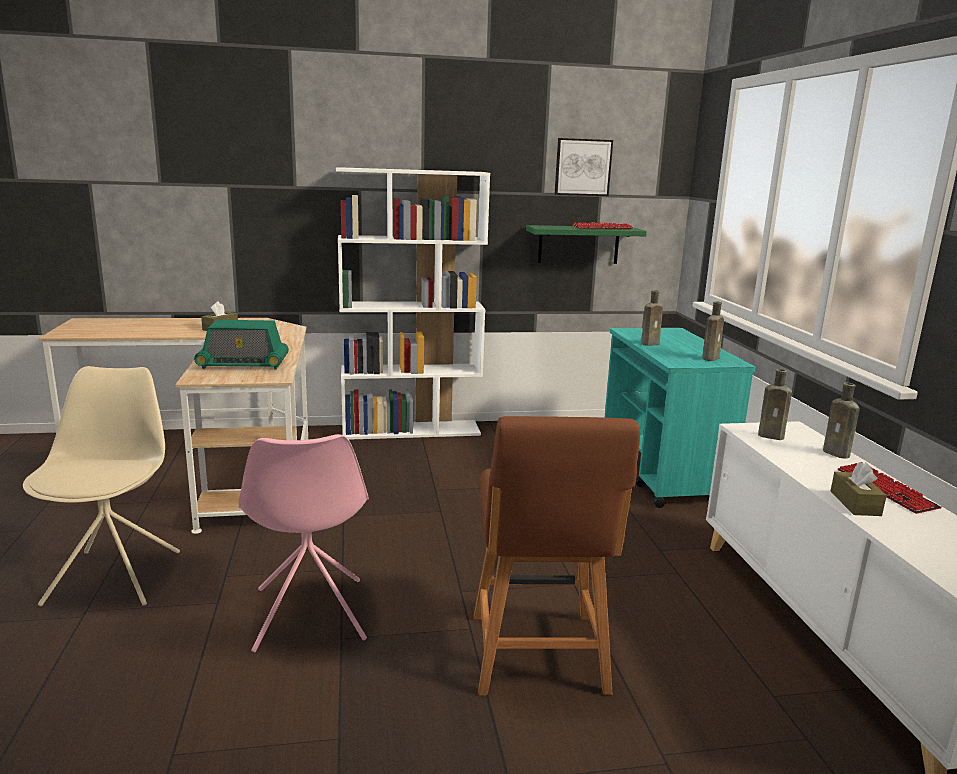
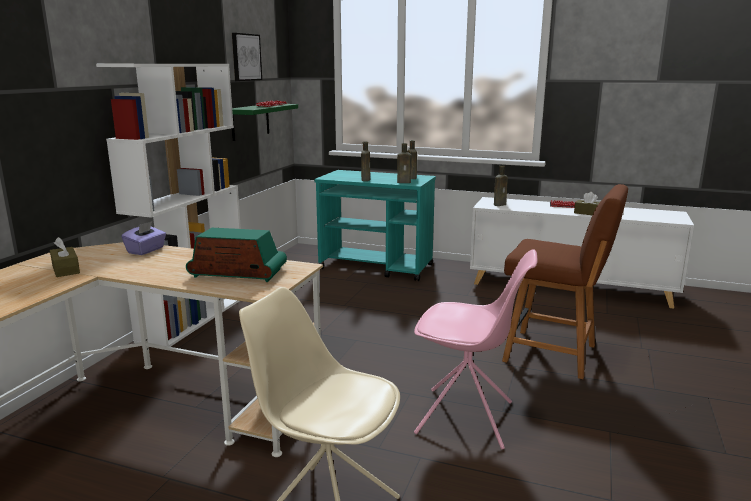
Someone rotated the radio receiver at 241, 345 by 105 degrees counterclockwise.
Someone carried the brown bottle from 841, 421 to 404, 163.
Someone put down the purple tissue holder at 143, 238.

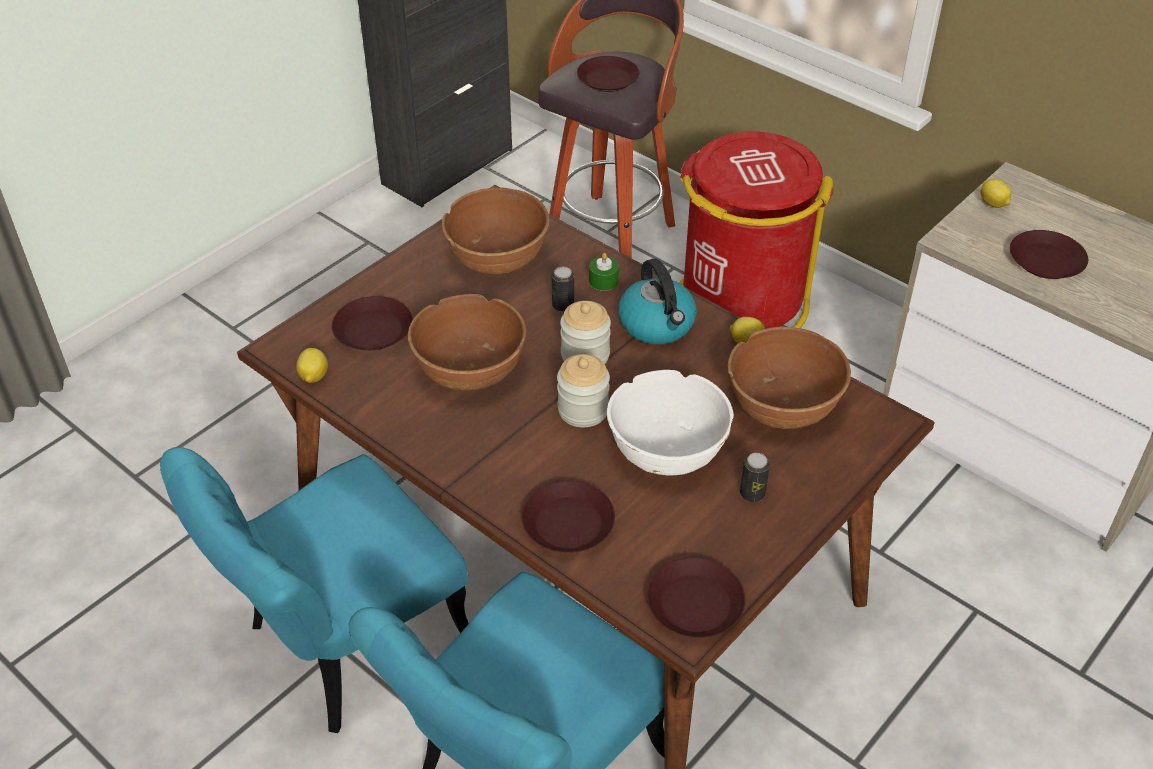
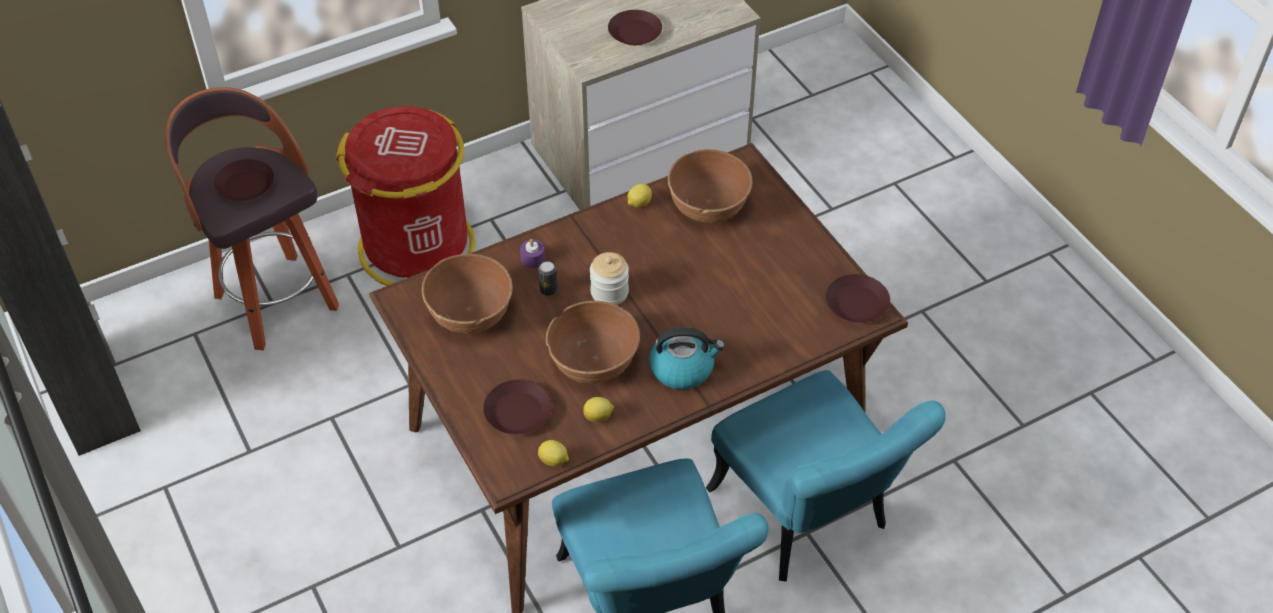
Someone carried the whole lemon from 995, 193 to 598, 409.
Someone repainted the green candle at 604, 272, which became the purple candle at 532, 253.
Someone carried the tea kettle from 657, 301 to 687, 358.
Someone took away the preserve jar at 583, 390.
Someone took away the white-coloured serving bowl at 670, 423.
Someone took away the sealed can at 755, 477.
Someone took away the brown dinner plate at 568, 517.

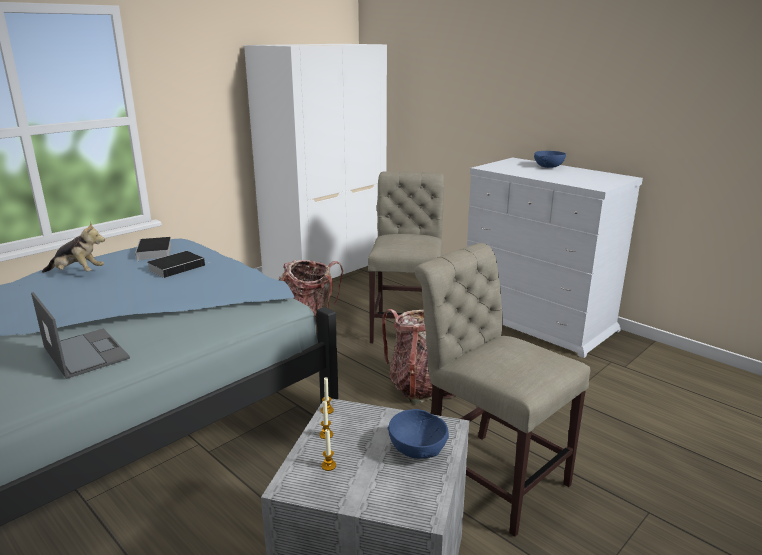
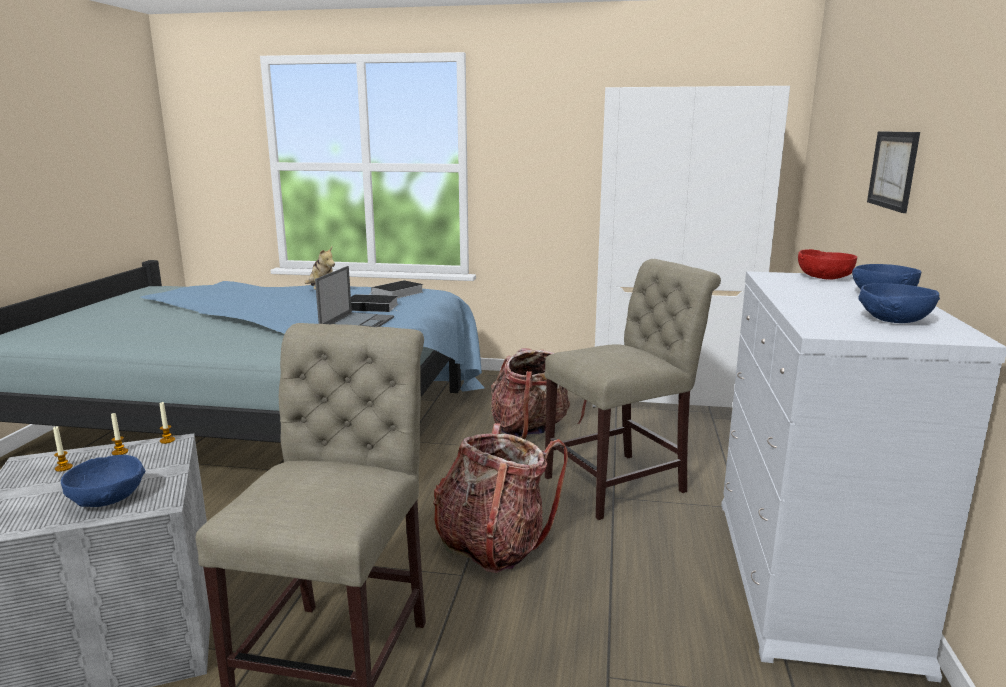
Someone carried the portable computer from 80, 335 to 354, 296.
Someone put up the wall picture at 893, 172.
Someone put down the reddish serving bowl at 827, 264.
Someone put down the blue-coloured serving bowl at 899, 303.

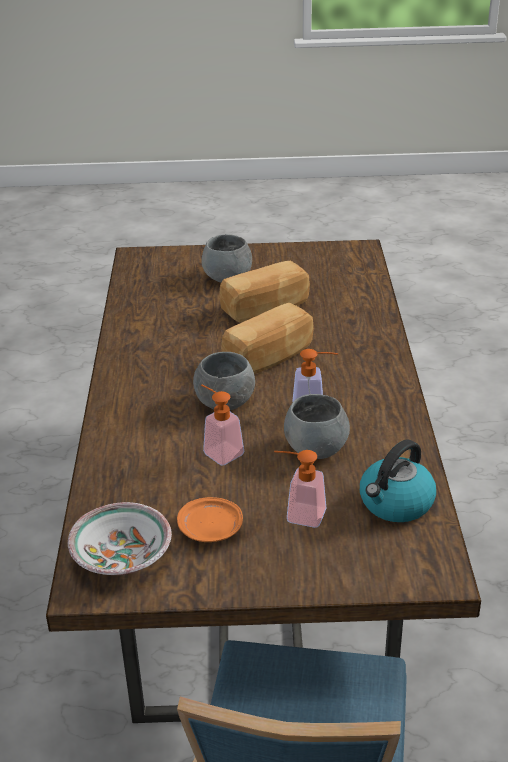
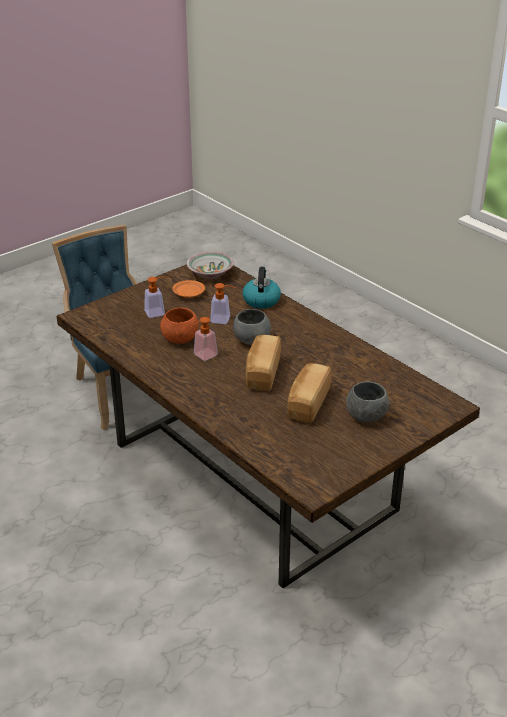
Someone repainted the greyish serving bowl at 317, 426, which became the orange-coloured serving bowl at 179, 326.
Someone carried the tea kettle from 398, 480 to 261, 288.

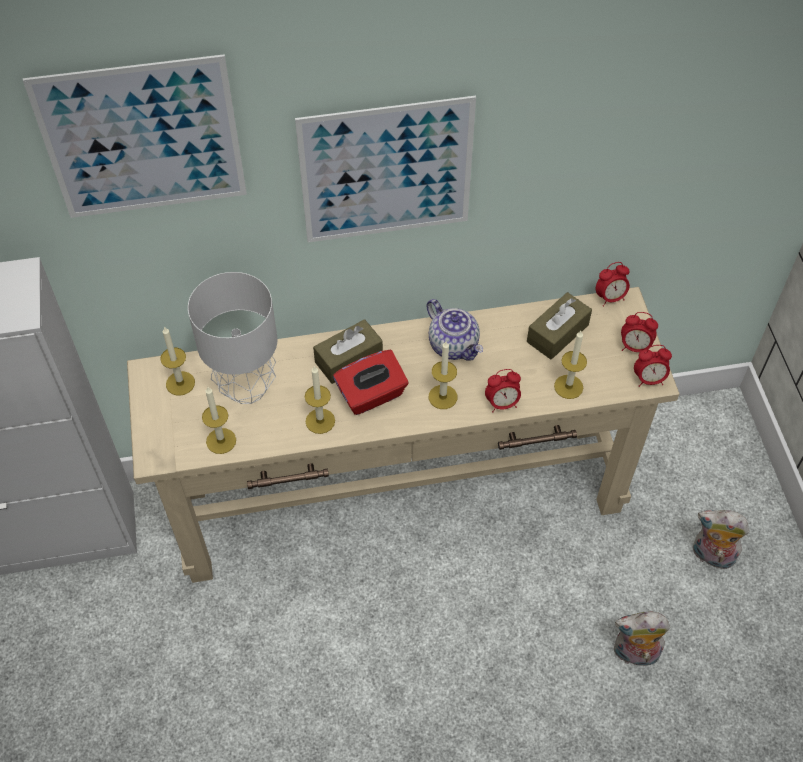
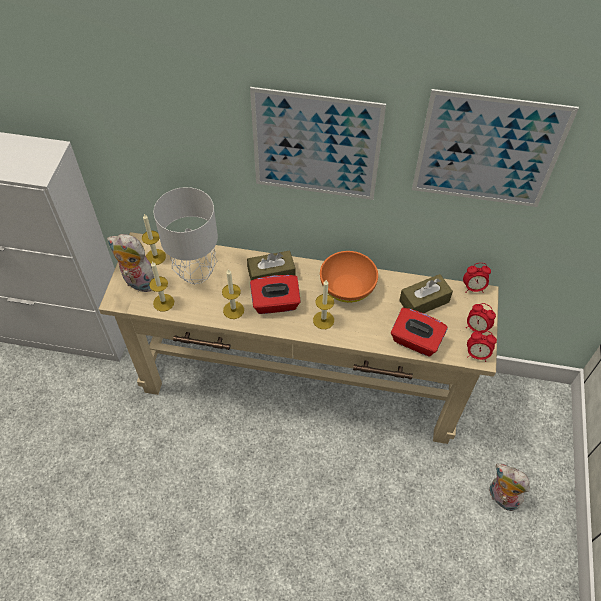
Someone carried the wall picture from 135, 136 to 495, 148.
Someone swapped the pot for tea at 455, 330 for the orange-coloured serving bowl at 349, 277.
Someone swapped the candle at 570, 365 for the reddish tissue holder at 419, 332.
Someone took away the alarm clock at 503, 391.
Someone carried the soft toy from 642, 639 to 130, 263.

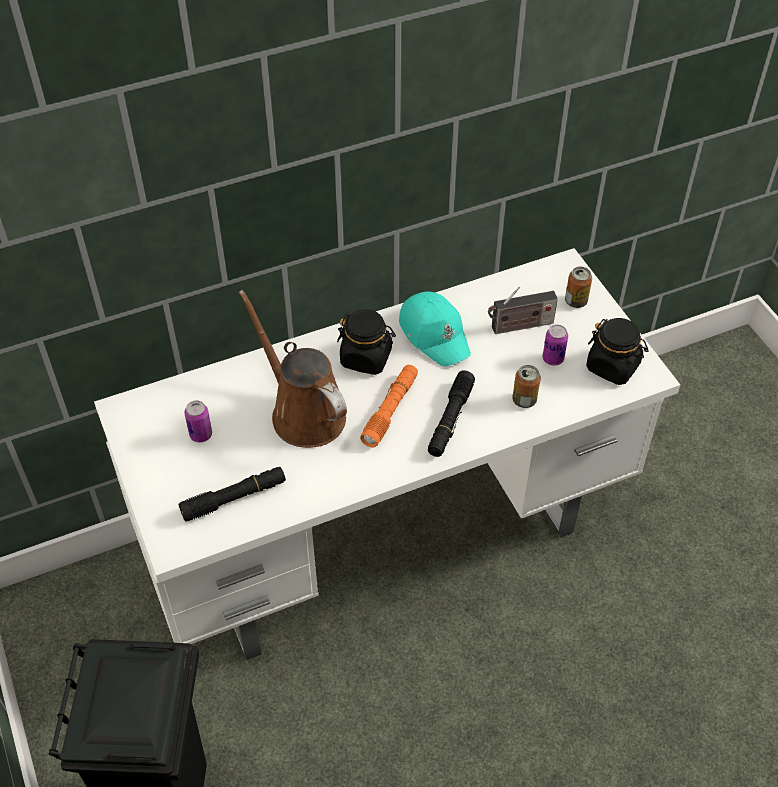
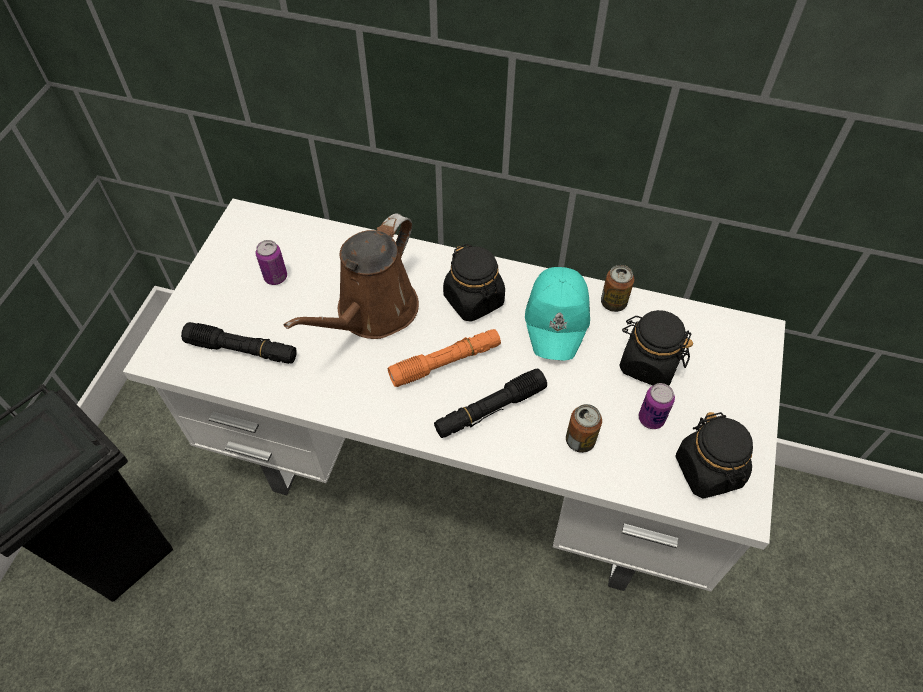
Someone carried the sealed can from 578, 287 to 617, 288.
Someone swapped the radio receiver at 523, 310 for the black-coloured preserve jar at 656, 347.
Someone rotated the brown sprinkling can at 292, 369 by 150 degrees counterclockwise.

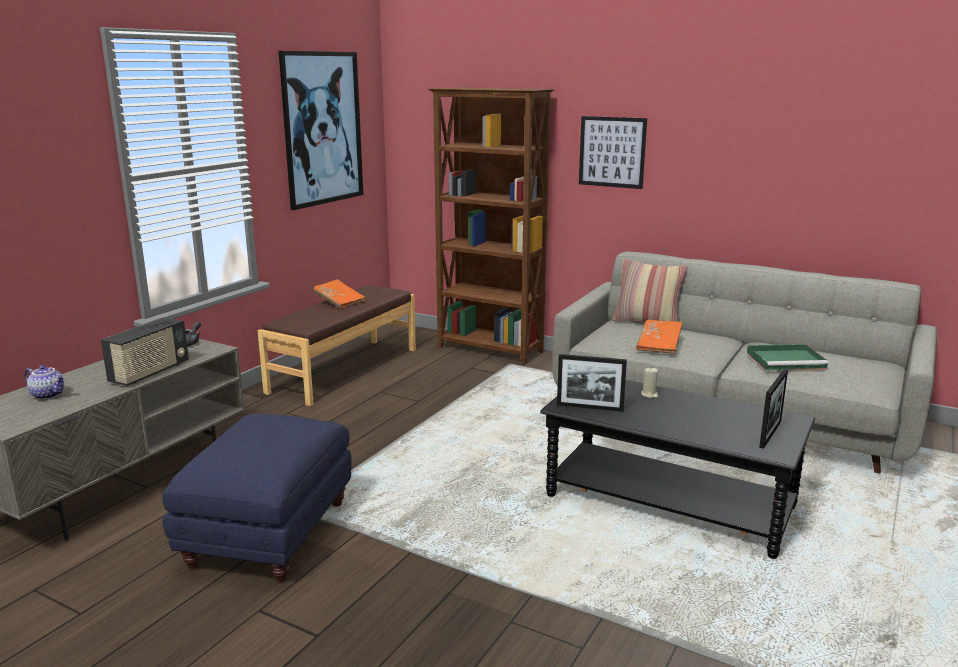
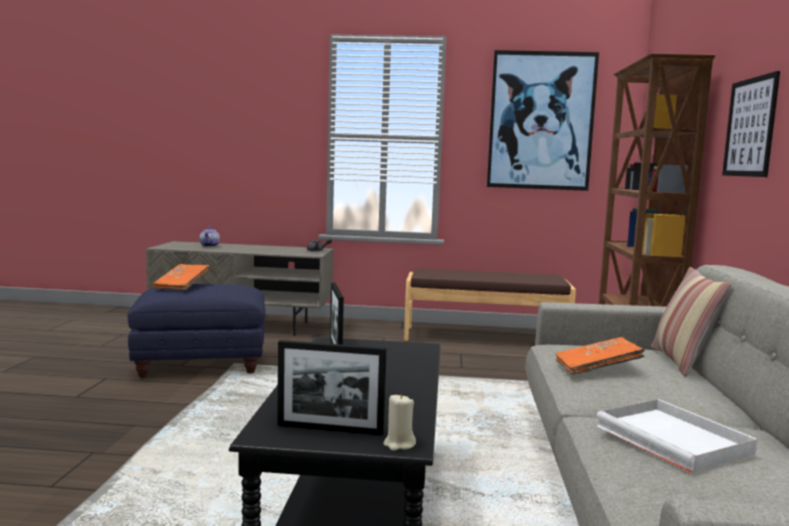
Someone carried the orange-coloured bound book from 339, 294 to 181, 277.
Someone took away the radio receiver at 145, 352.
Someone repainted the green carrying tray at 788, 357, which became the white-coloured carrying tray at 676, 436.
Someone carried the beige-coloured candle from 649, 382 to 399, 422.

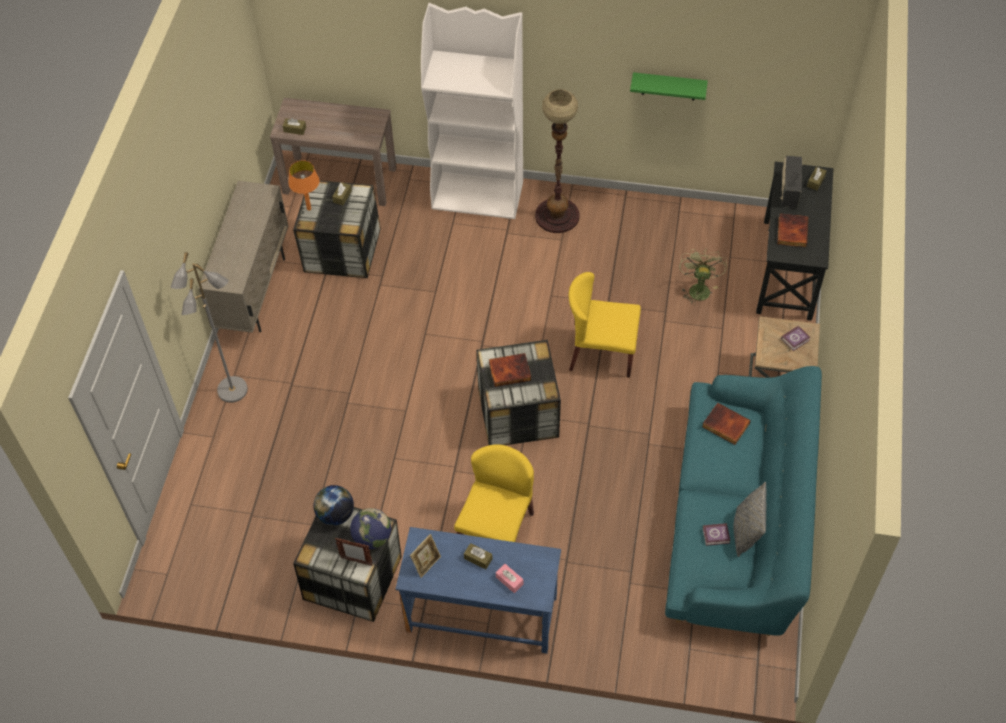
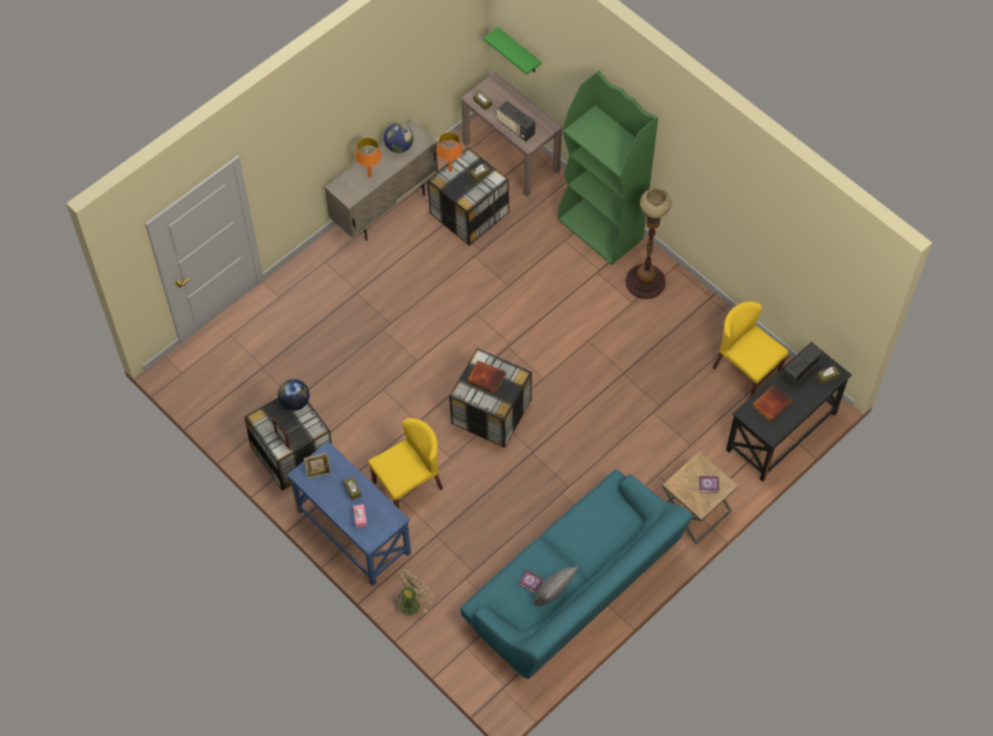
Someone repainted the white-coloured bookcase at 472, 111, which became the green bookcase at 608, 167.
Someone carried the green bracket shelf from 669, 86 to 512, 51.
Someone carried the green electric fan from 703, 276 to 414, 592.
Someone took away the greyish floor lamp at 209, 327.
Someone carried the yellow-coloured plain chair from 605, 325 to 751, 349.
Someone took away the bound book at 726, 424.
Someone carried the world globe from 370, 528 to 398, 138.
Someone put down the radio receiver at 516, 121.
Someone put down the orange-coloured lamp for a table at 368, 158.

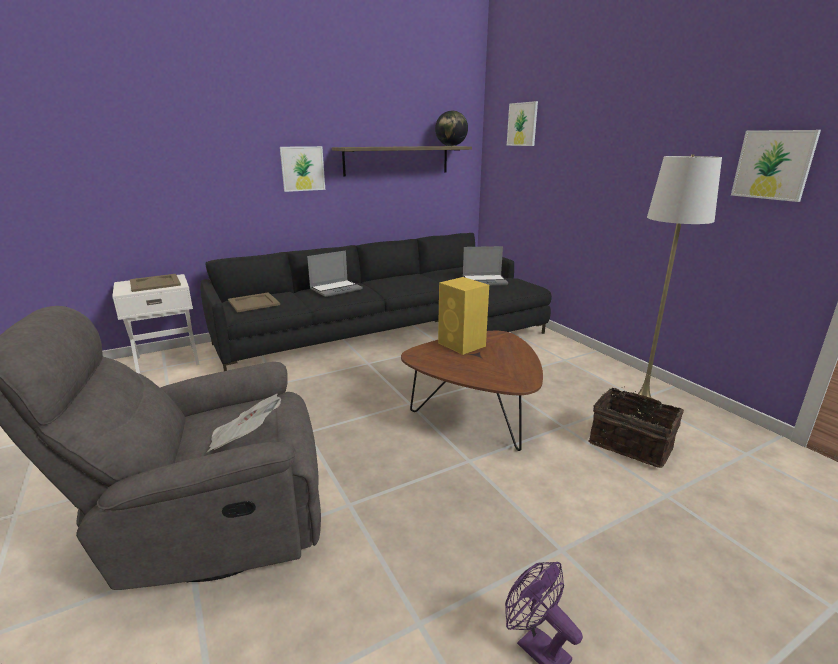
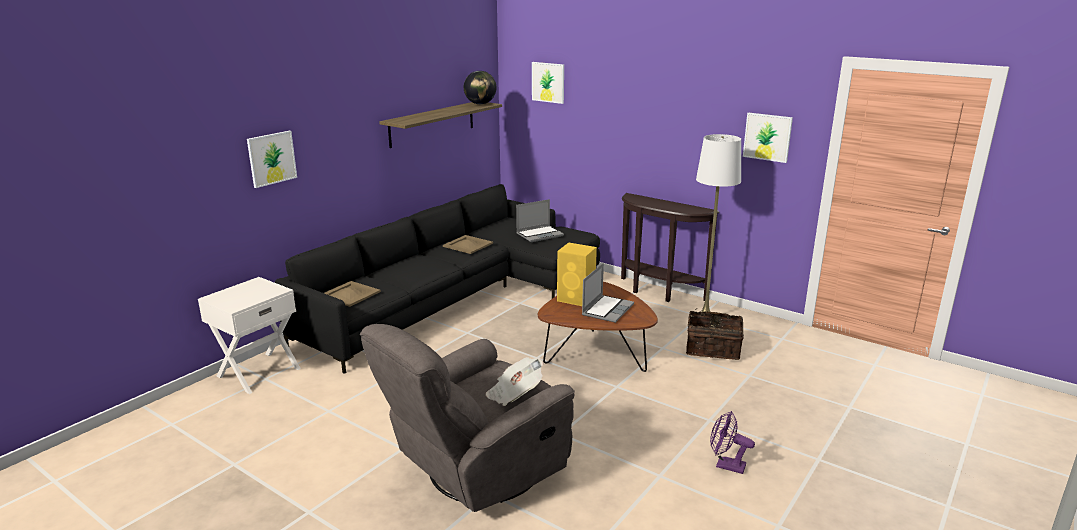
Someone carried the wall picture from 302, 169 to 272, 159.
Someone carried the portable computer from 335, 273 to 608, 293.
Someone carried the beige-coloured carrying tray from 155, 283 to 468, 244.
Someone put down the brown console table at 670, 247.

